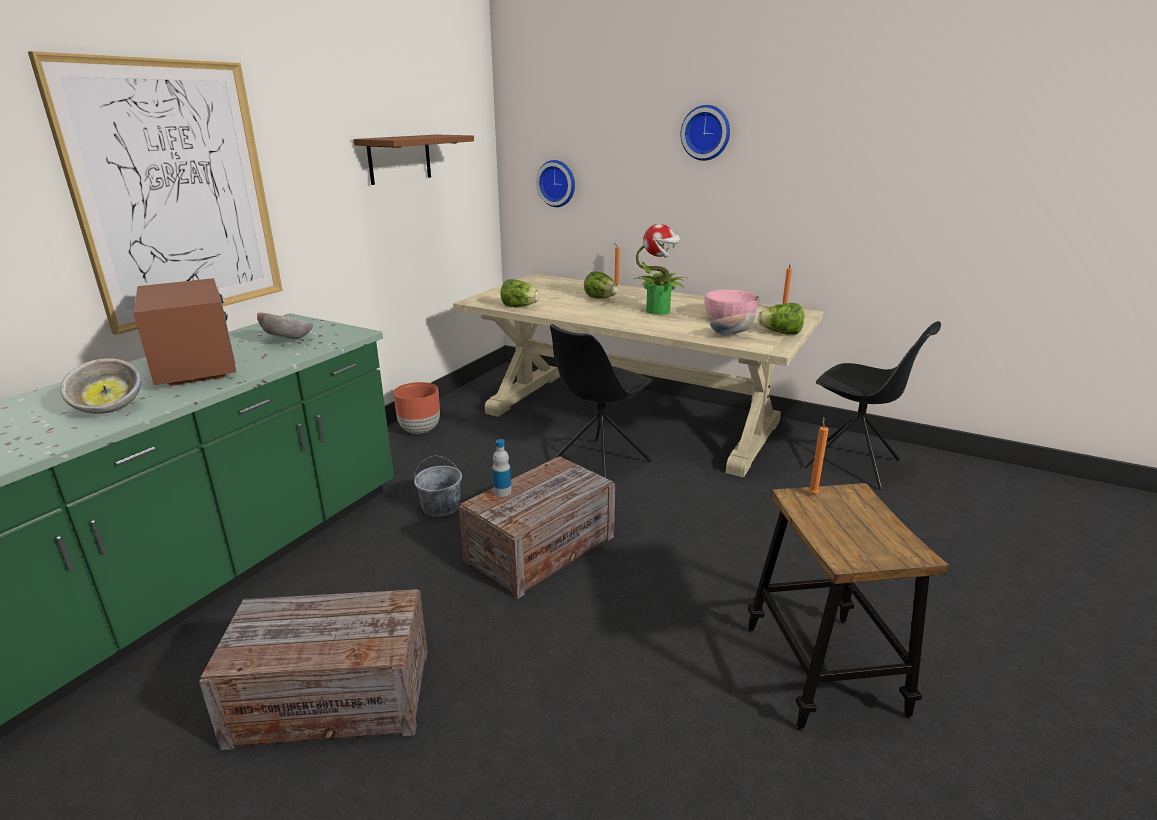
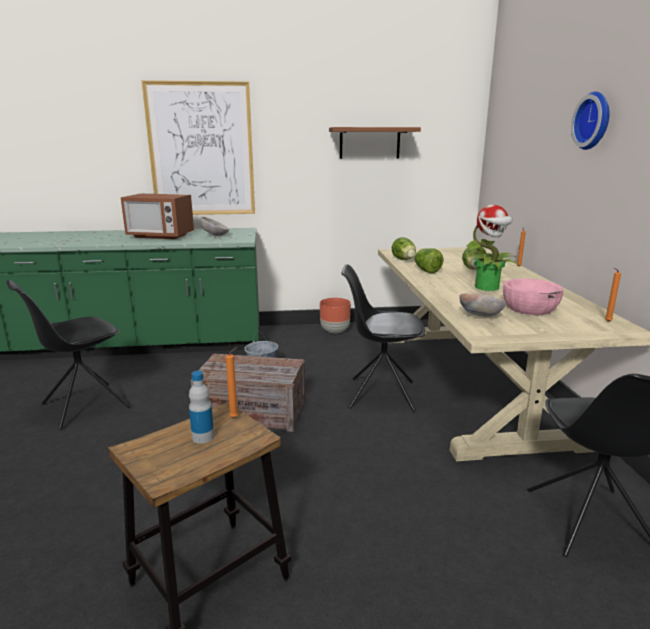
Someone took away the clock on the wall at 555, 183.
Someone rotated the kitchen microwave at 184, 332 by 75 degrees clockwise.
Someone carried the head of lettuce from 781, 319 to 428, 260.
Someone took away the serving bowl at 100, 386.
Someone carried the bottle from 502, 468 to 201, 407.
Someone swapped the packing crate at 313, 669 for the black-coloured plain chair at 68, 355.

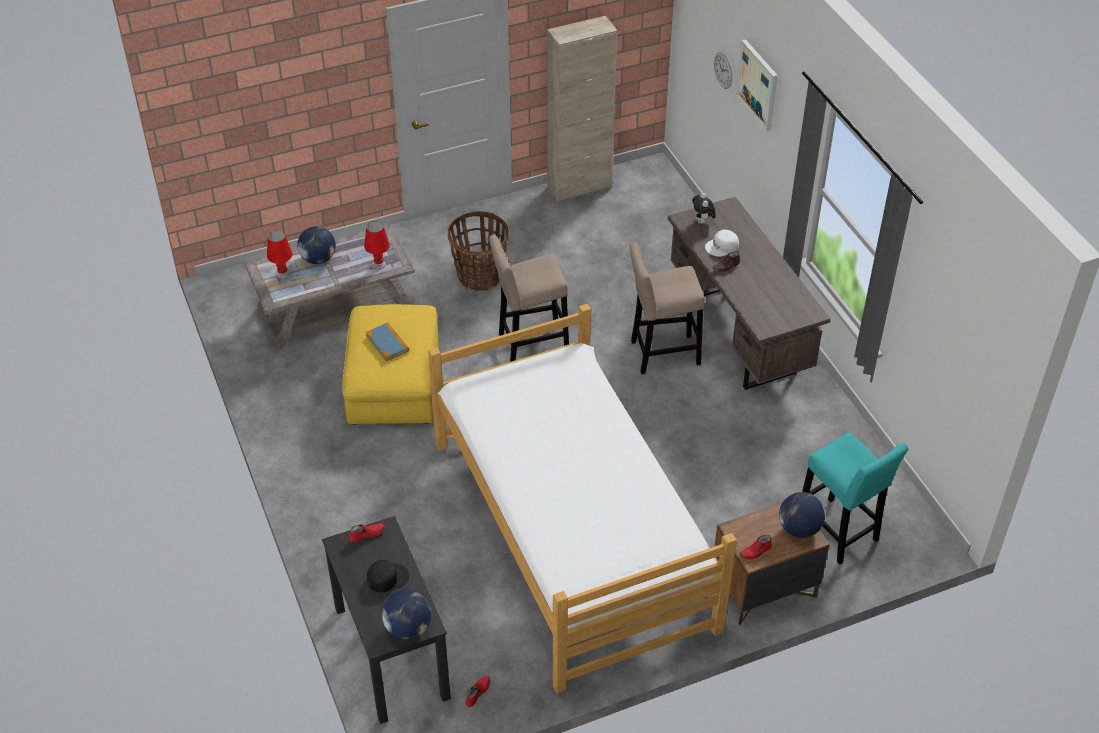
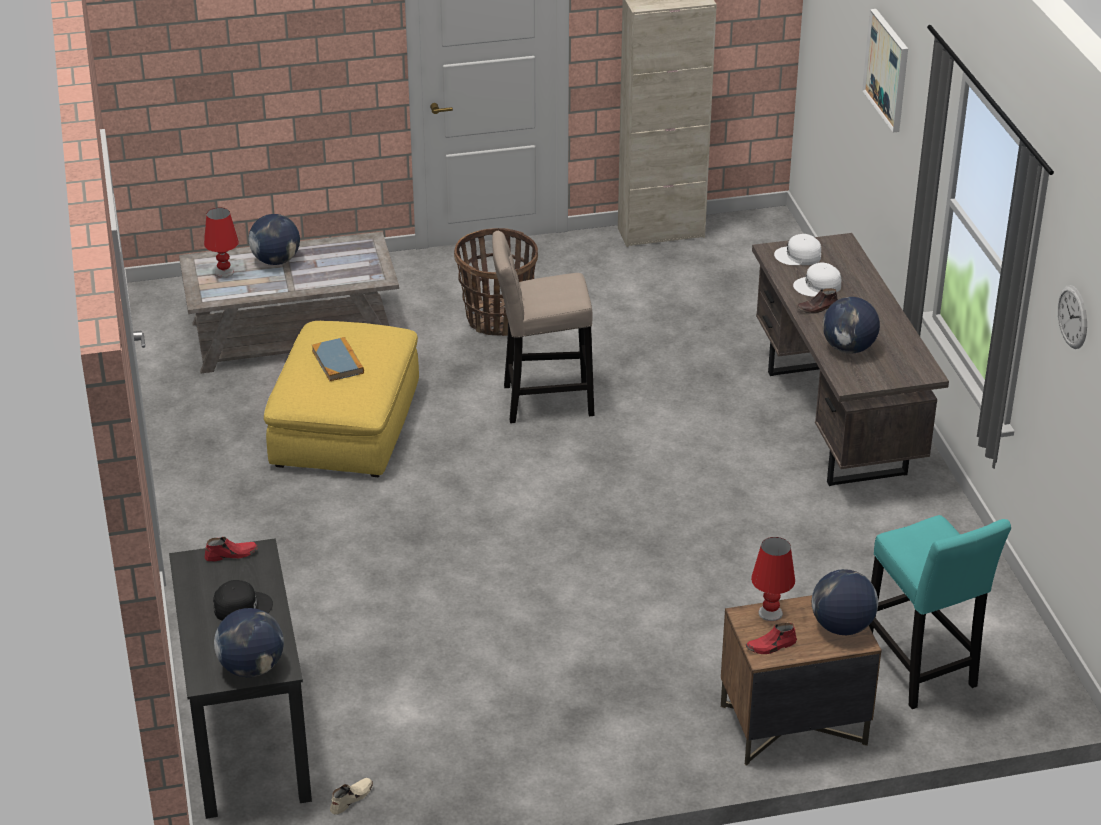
Someone carried the clock on the wall from 723, 70 to 1072, 317.
Someone swapped the soft toy at 704, 208 for the white-coloured baseball cap at 797, 249.
Someone carried the reddish lamp for a table from 377, 245 to 773, 579.
Someone took away the beige-coloured sitting stool at 667, 308.
Someone took away the bed at 582, 498.
Someone repainted the reddish low shoe at 478, 691, which became the beige-coloured low shoe at 351, 796.
Someone put down the world globe at 851, 325.

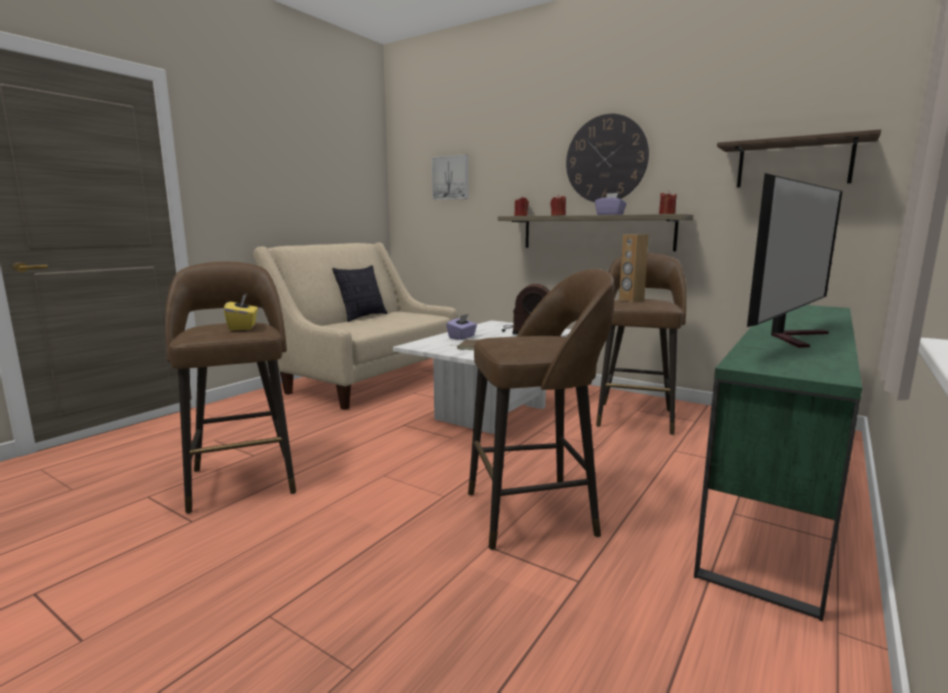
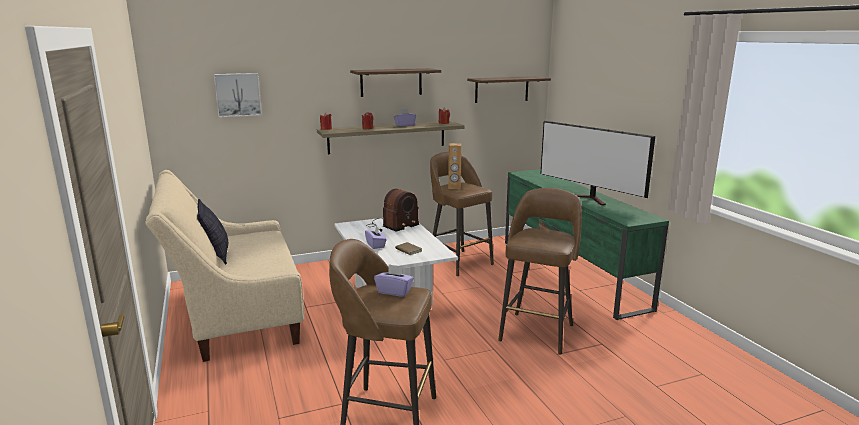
Someone swapped the clock on the wall at 607, 158 for the bracket shelf at 395, 82.
Someone rotated the television at 794, 260 by 150 degrees clockwise.
Someone repainted the yellow-coloured tissue holder at 241, 312, which became the purple tissue holder at 394, 280.

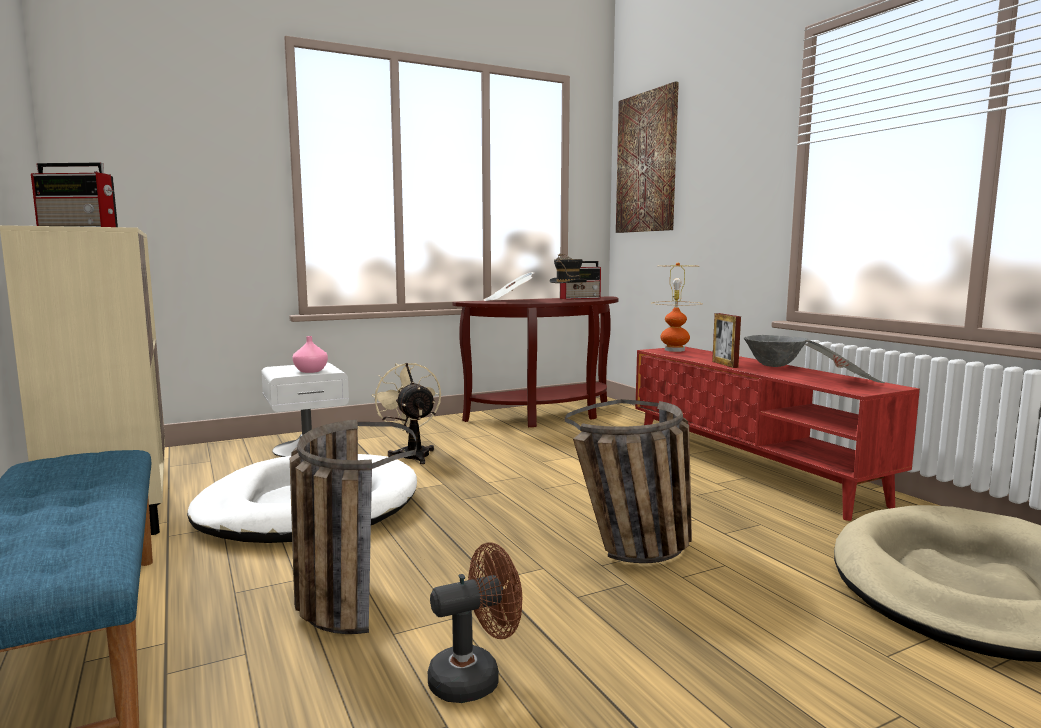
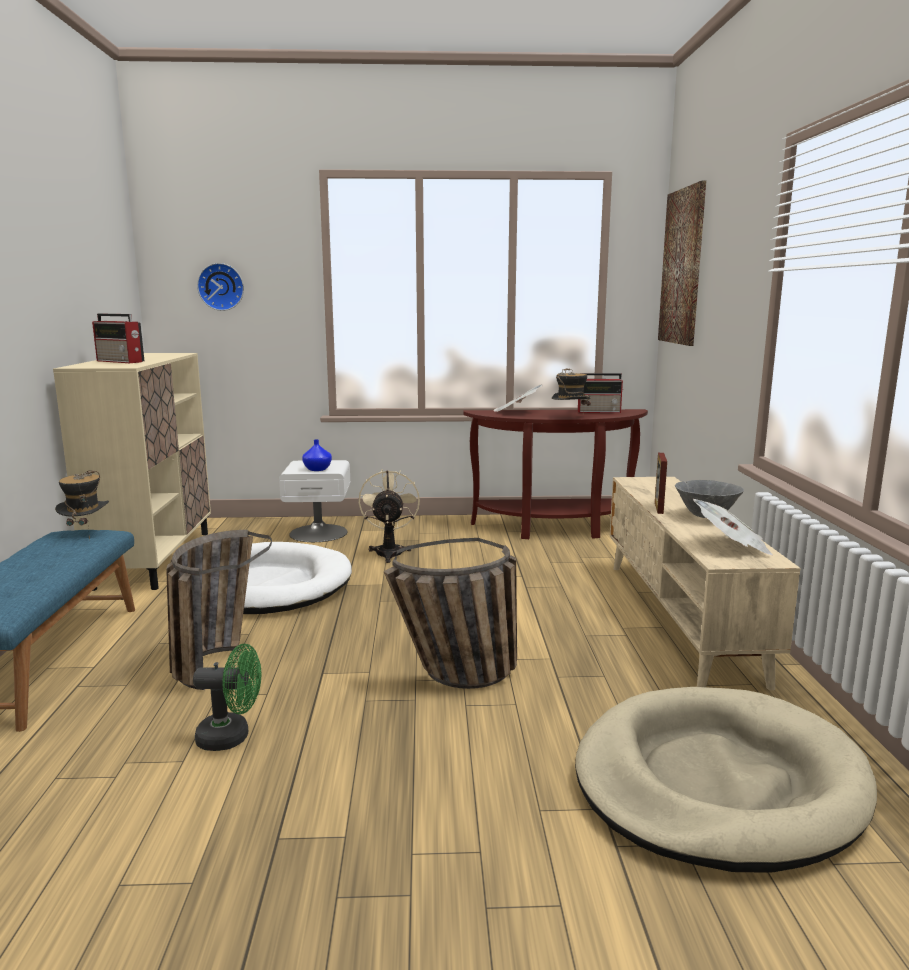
Someone took away the lamp for a table at 677, 307.
Someone repainted the pink-coloured decorative vase at 310, 354, which became the blue-coloured decorative vase at 317, 455.
Someone repainted the reddish tv stand at 777, 433, which became the beige-coloured tv stand at 705, 583.
Someone repainted the brown electric fan at 475, 622, which became the green electric fan at 227, 697.
Someone put up the clock on the wall at 220, 287.
Someone put down the clothing hat at 82, 505.

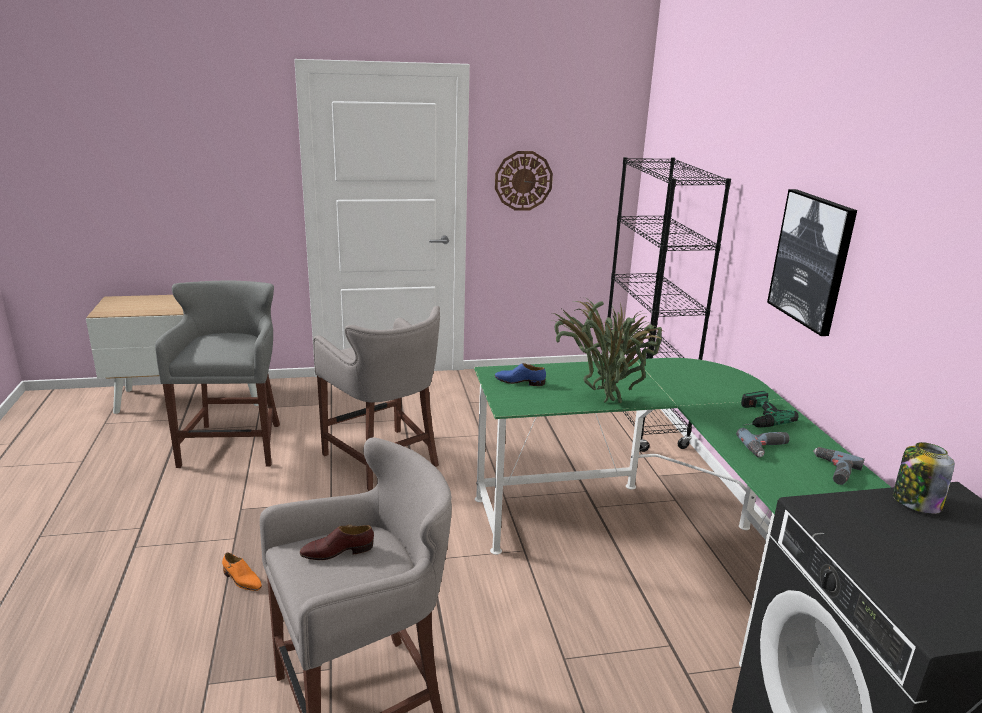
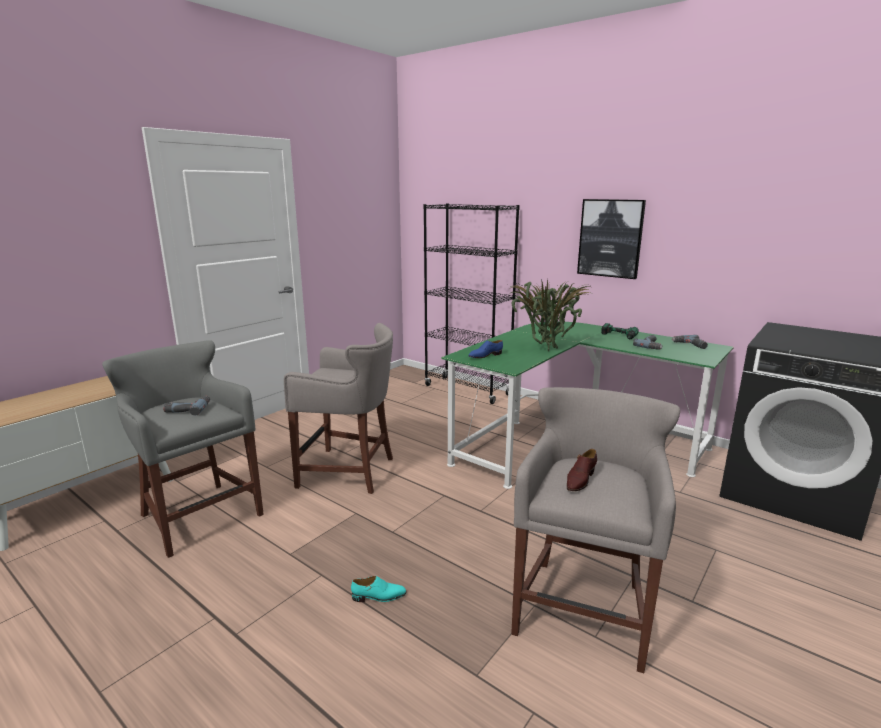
Someone took away the clock on the wall at 524, 181.
Someone took away the preserve jar at 924, 478.
Someone repainted the orange-coloured low shoe at 242, 571, which became the turquoise low shoe at 379, 589.
Someone put down the power drill at 186, 406.

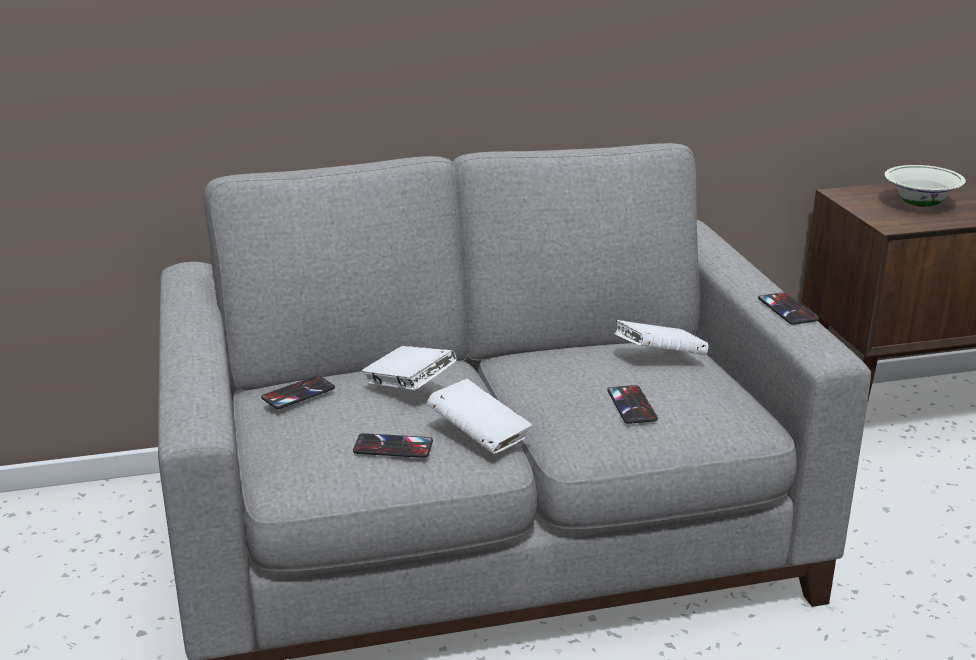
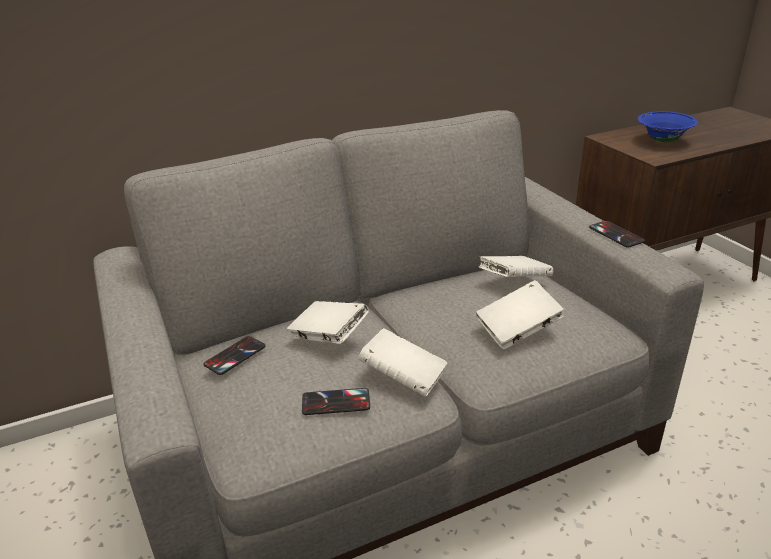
Someone repainted the white-coloured serving bowl at 925, 186, which became the blue-coloured serving bowl at 668, 126.
Someone swapped the phone at 632, 404 for the white-coloured bound book at 520, 314.

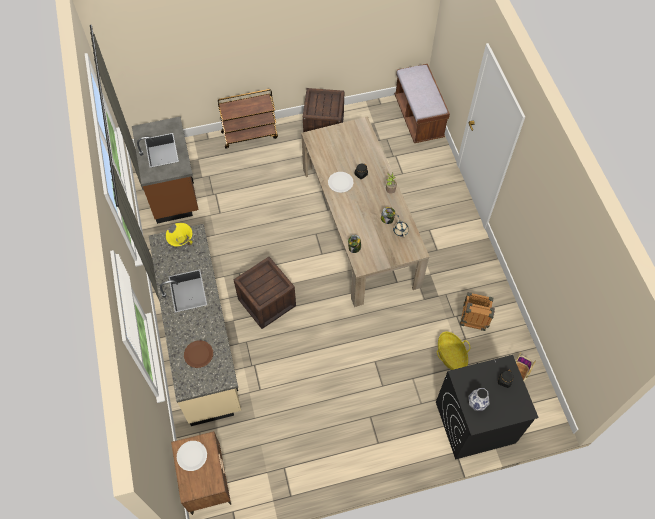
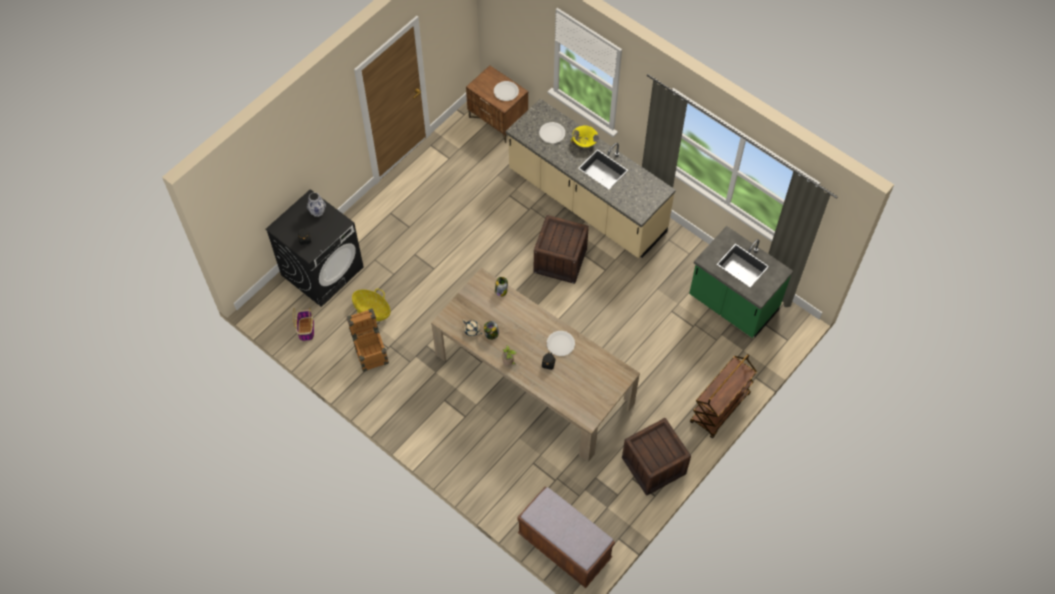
Someone repainted the brown counter at 165, 170, which became the green counter at 741, 282.
Someone carried the yellow-coloured serving bowl from 179, 234 to 585, 136.
Someone repainted the brown dinner plate at 198, 354, which became the white-coloured dinner plate at 552, 132.

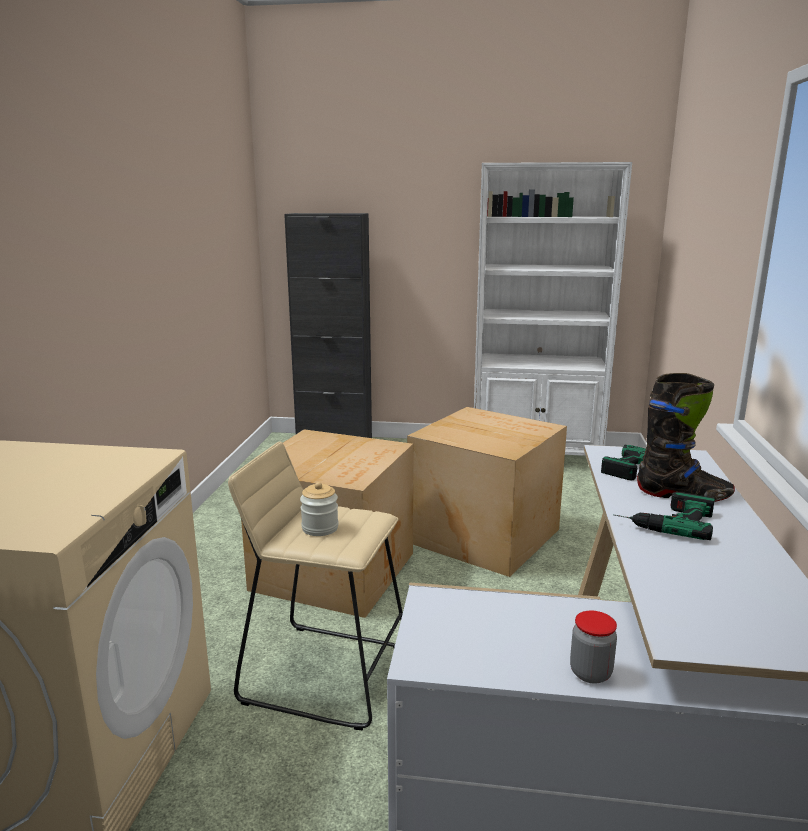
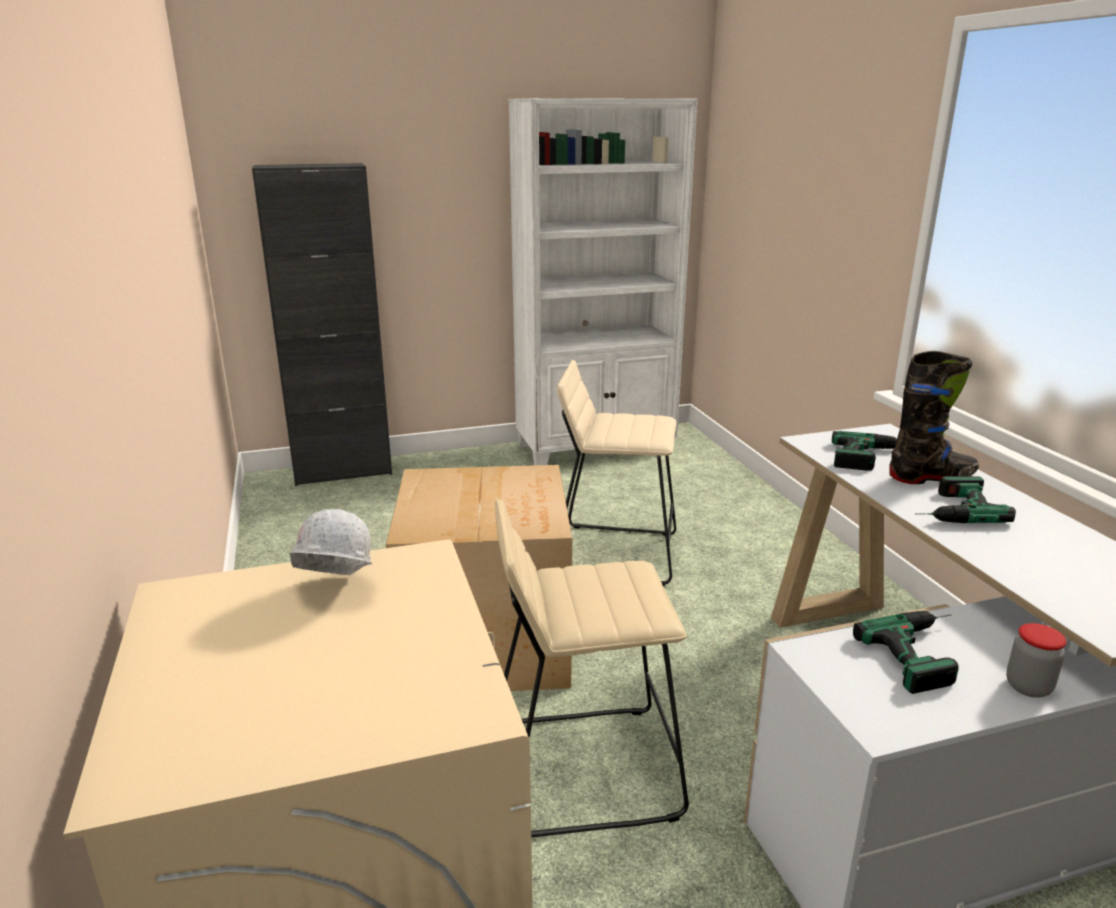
Someone swapped the carton at 487, 492 for the beige-coloured sitting stool at 616, 473.
Someone took away the preserve jar at 319, 509.
Someone put down the white-coloured safety helmet at 330, 542.
Someone put down the power drill at 906, 652.

